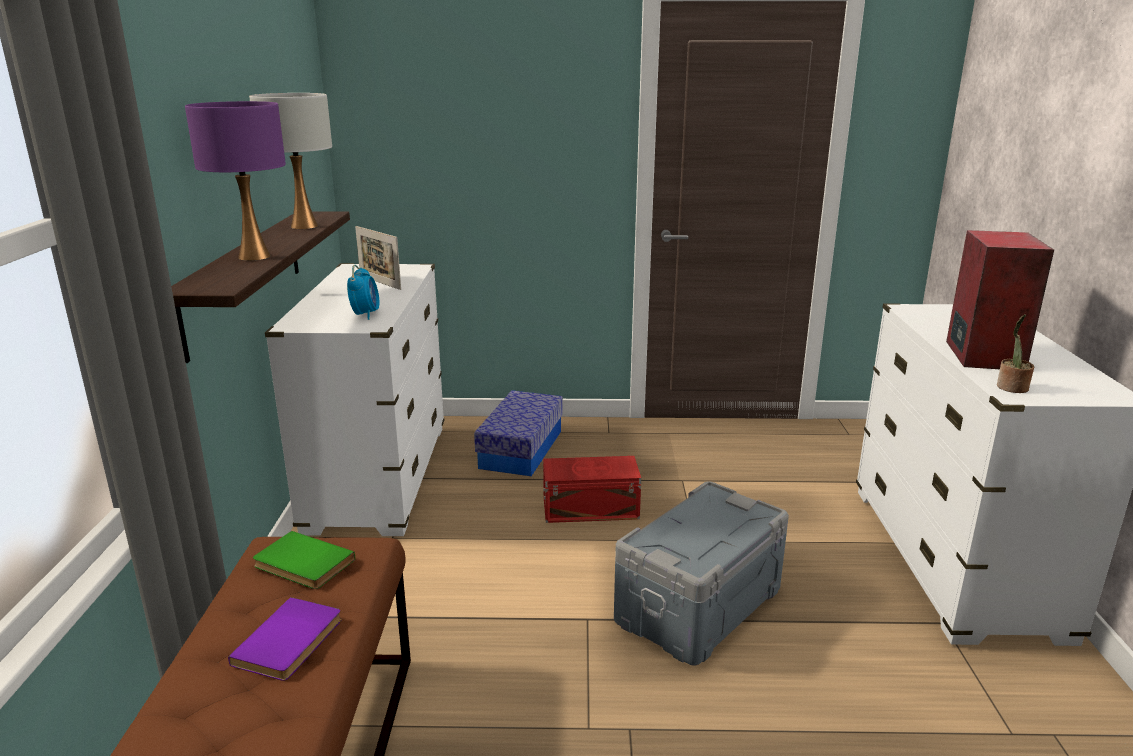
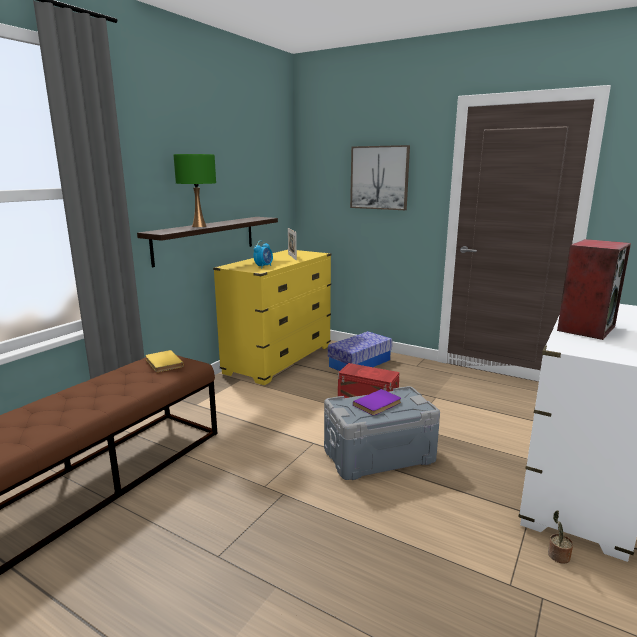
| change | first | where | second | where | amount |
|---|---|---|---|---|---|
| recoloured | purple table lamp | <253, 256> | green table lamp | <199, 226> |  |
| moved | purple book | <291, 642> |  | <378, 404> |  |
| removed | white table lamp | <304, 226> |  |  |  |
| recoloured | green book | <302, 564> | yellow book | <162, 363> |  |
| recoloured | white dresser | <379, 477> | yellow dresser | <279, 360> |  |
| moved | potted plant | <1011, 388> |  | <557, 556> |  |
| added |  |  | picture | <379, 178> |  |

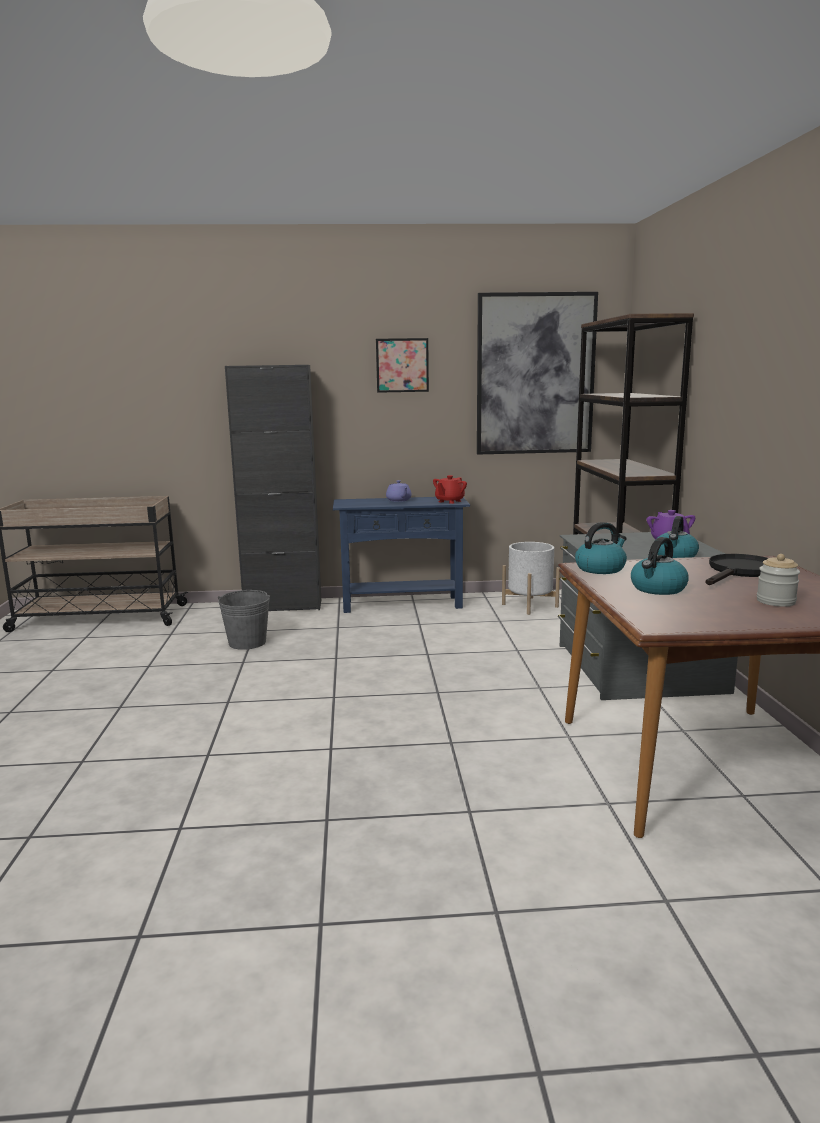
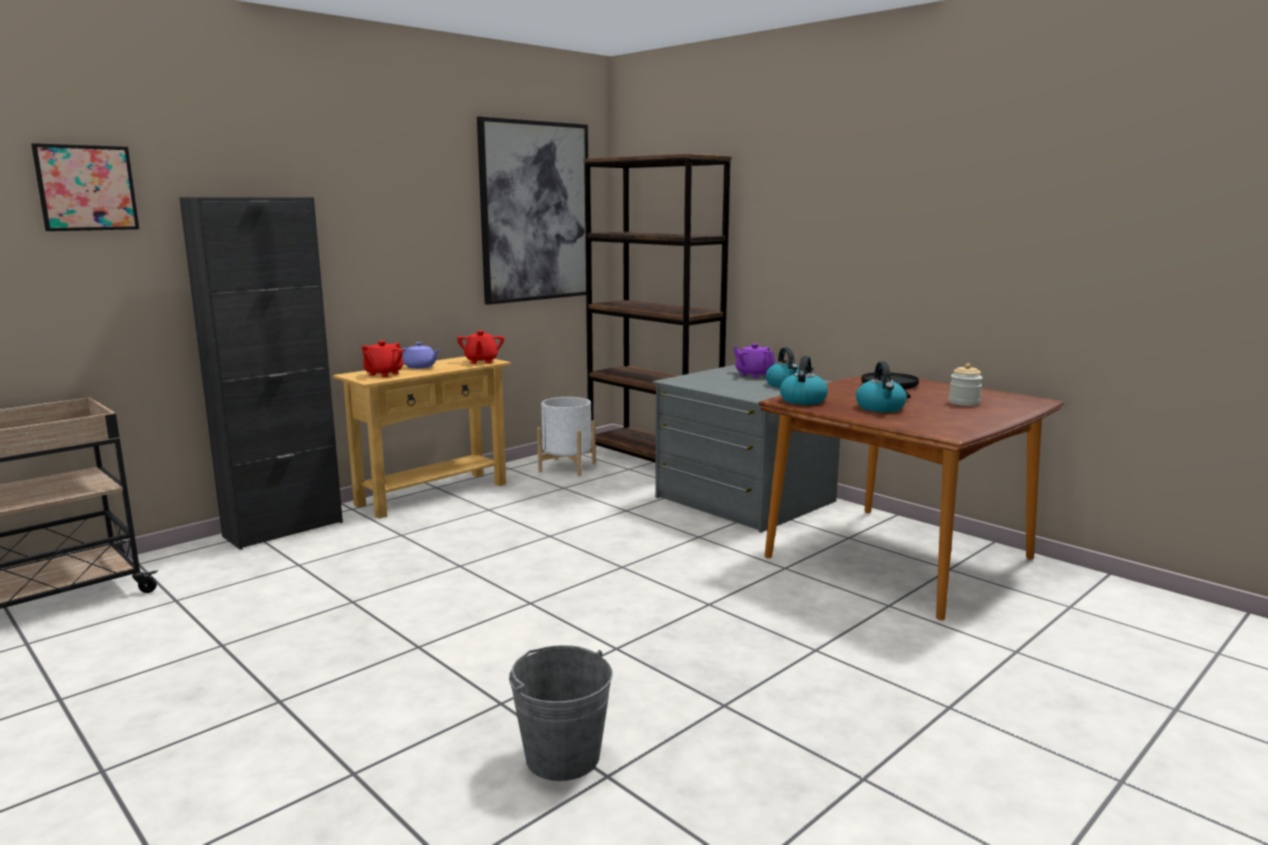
| change | first | where | second | where | amount |
|---|---|---|---|---|---|
| moved | grey bucket | <247, 642> |  | <562, 757> |  |
| recoloured | blue console table | <402, 604> | beige console table | <432, 494> |  |
| moved | picture | <402, 365> |  | <87, 188> |  |
| added |  |  | red teapot | <383, 374> |  |

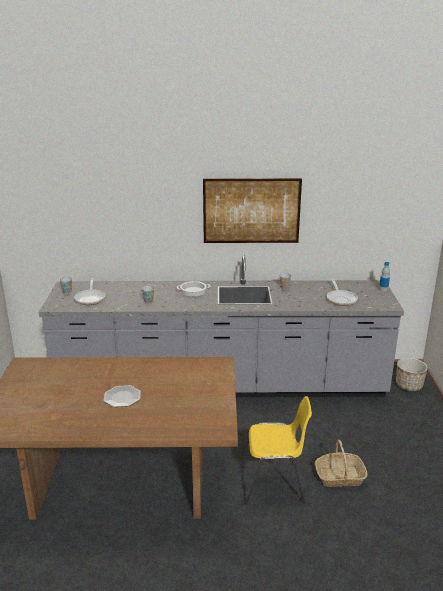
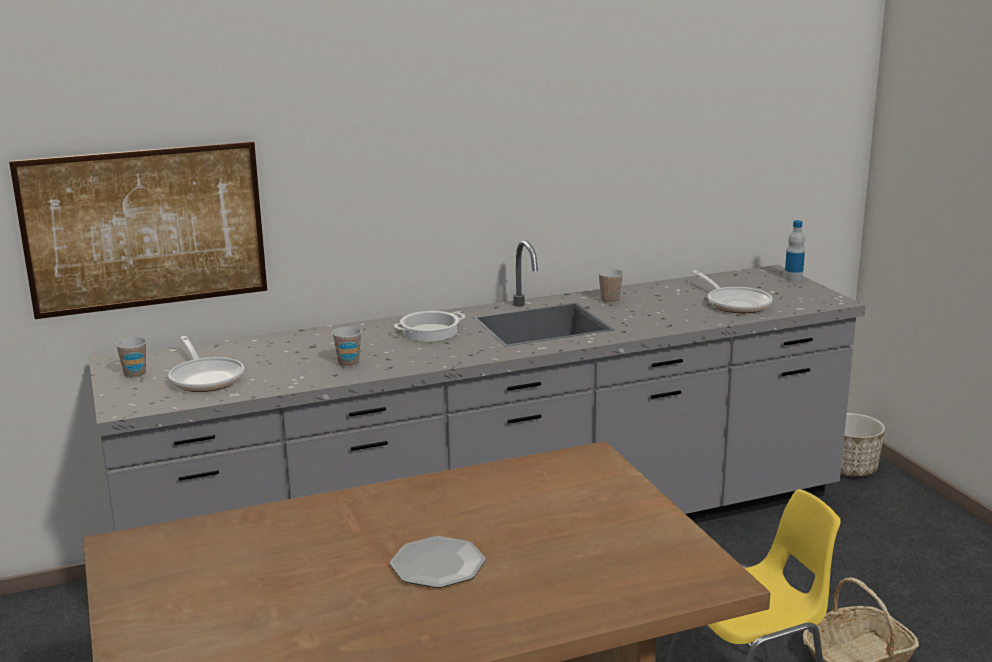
| change | first | where | second | where | amount |
|---|---|---|---|---|---|
| moved | picture | <251, 211> |  | <145, 228> |  |

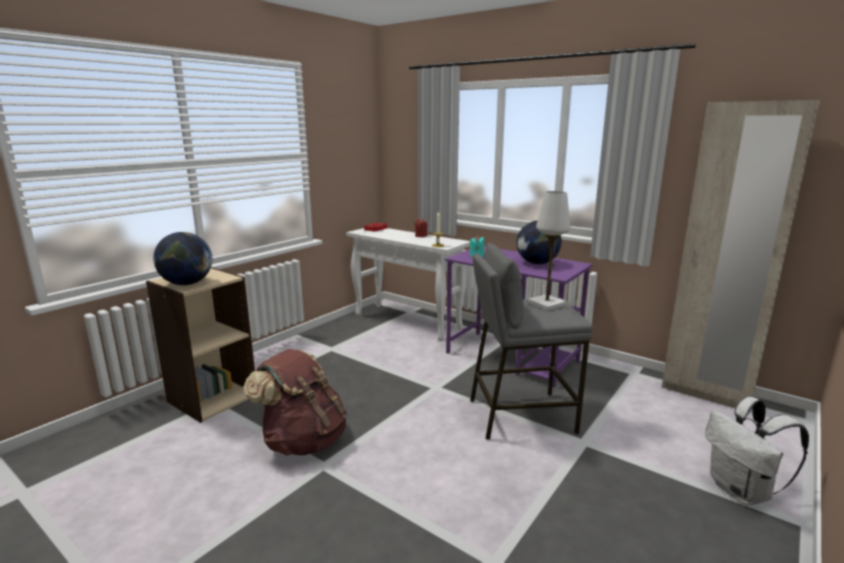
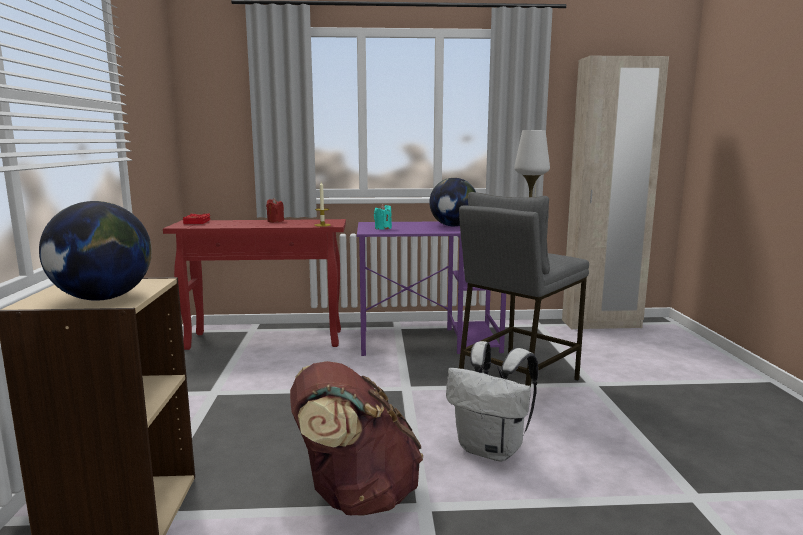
| change | first | where | second | where | amount |
|---|---|---|---|---|---|
| recoloured | white console table | <408, 322> | red console table | <267, 340> |  |
| moved | white backpack | <742, 491> |  | <492, 449> |  |

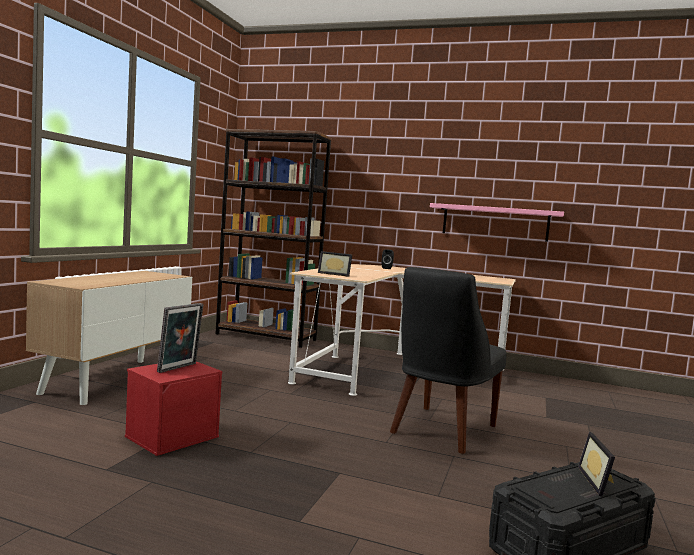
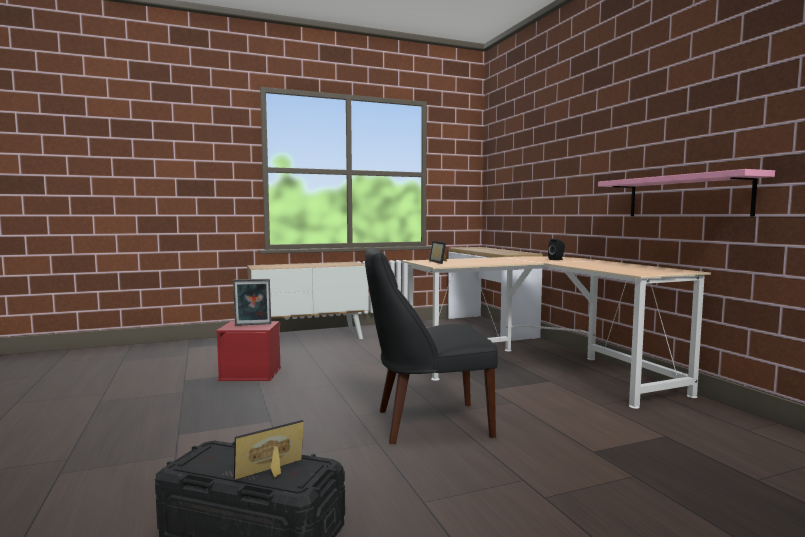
| change | first | where | second | where | amount |
|---|---|---|---|---|---|
| replaced | brown bookcase | <266, 337> | console table | <489, 327> |  |

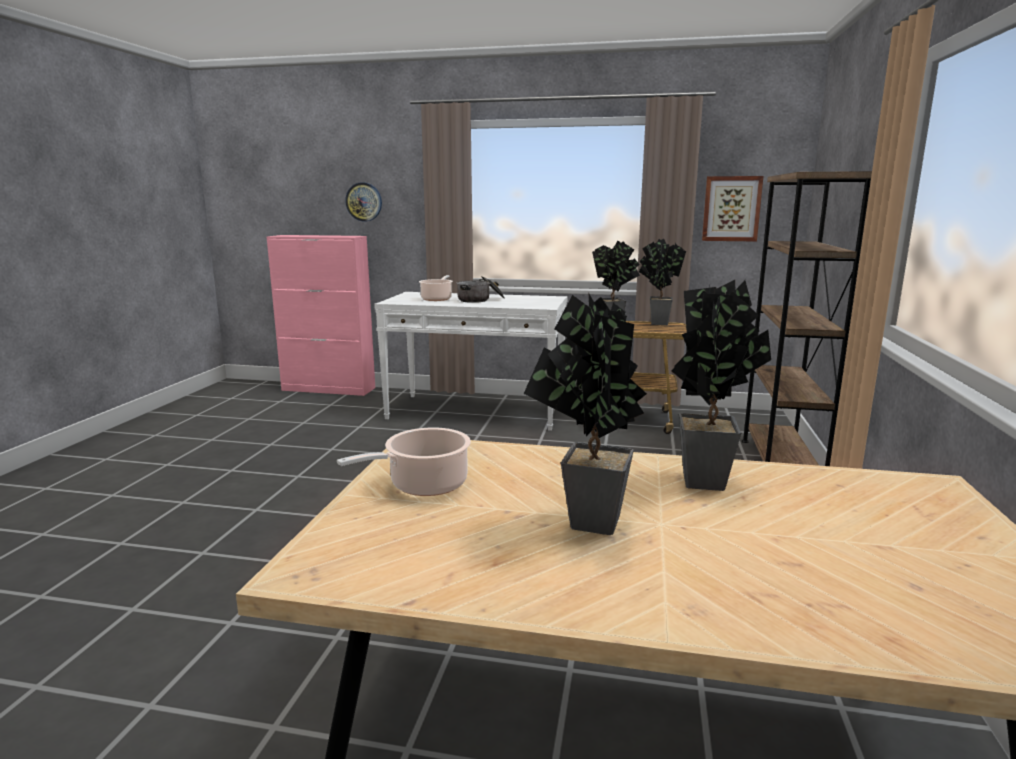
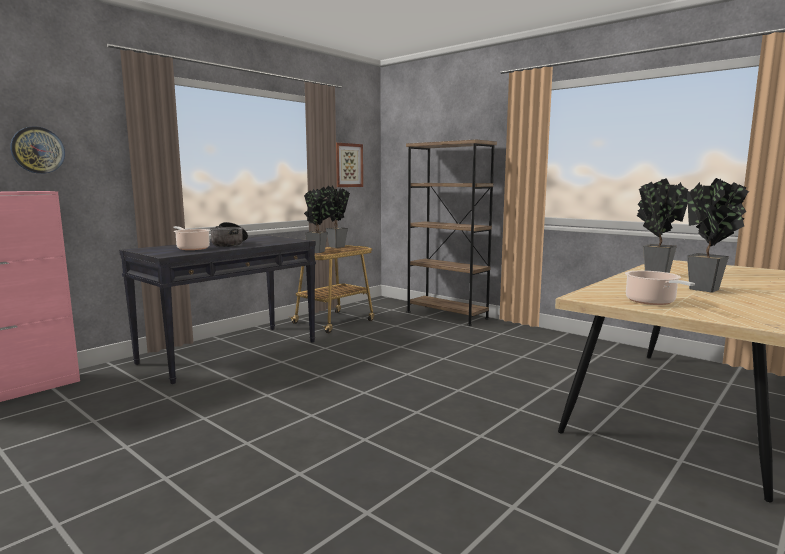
| change | first | where | second | where | amount |
|---|---|---|---|---|---|
| recoloured | white console table | <476, 412> | black console table | <230, 352> |  |

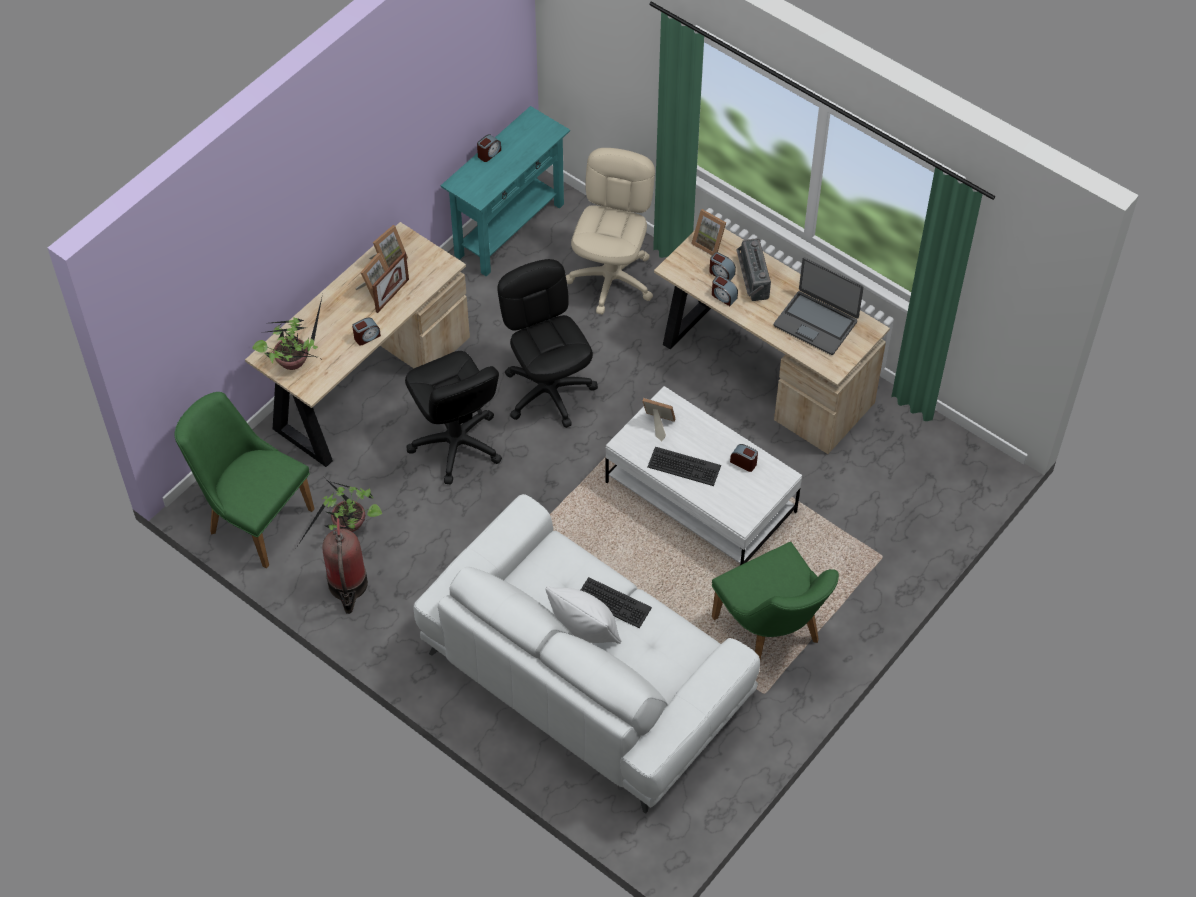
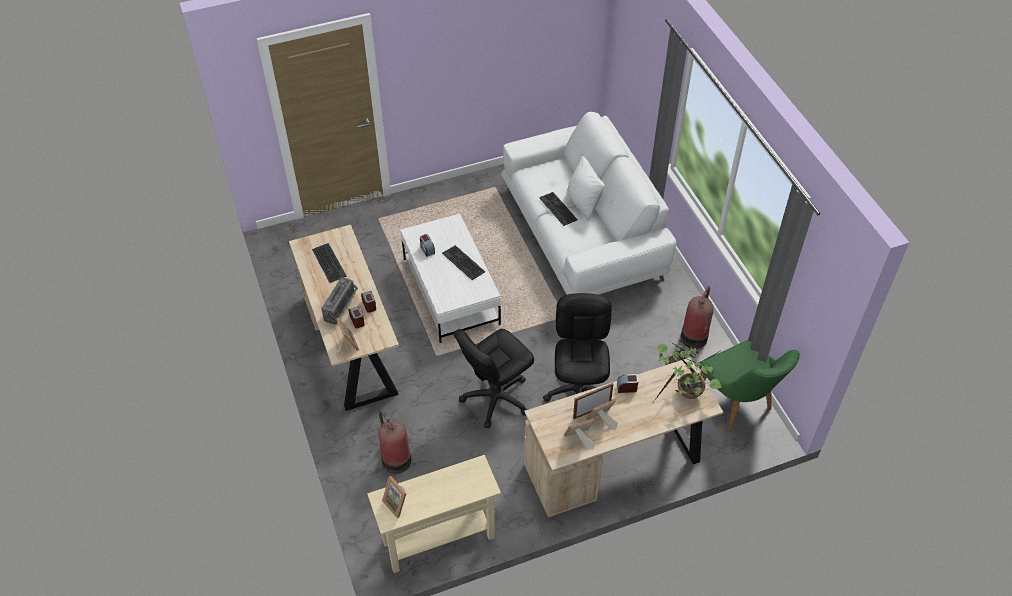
| change | first | where | second | where | amount |
|---|---|---|---|---|---|
| recoloured | turquoise console table | <509, 230> | beige console table | <439, 539> |  |
| removed | alarm clock | <489, 153> |  |  |  |
| turned | black office chair | <548, 391> |  | <495, 398> | 45 degrees clockwise |
| replaced | beige office chair | <612, 279> | fire extinguisher | <395, 459> |  |
| moved | picture frame | <657, 425> |  | <398, 503> |  |
| removed | green chair | <772, 636> |  |  |  |
| replaced | laptop | <816, 323> | keyboard | <328, 263> |  |

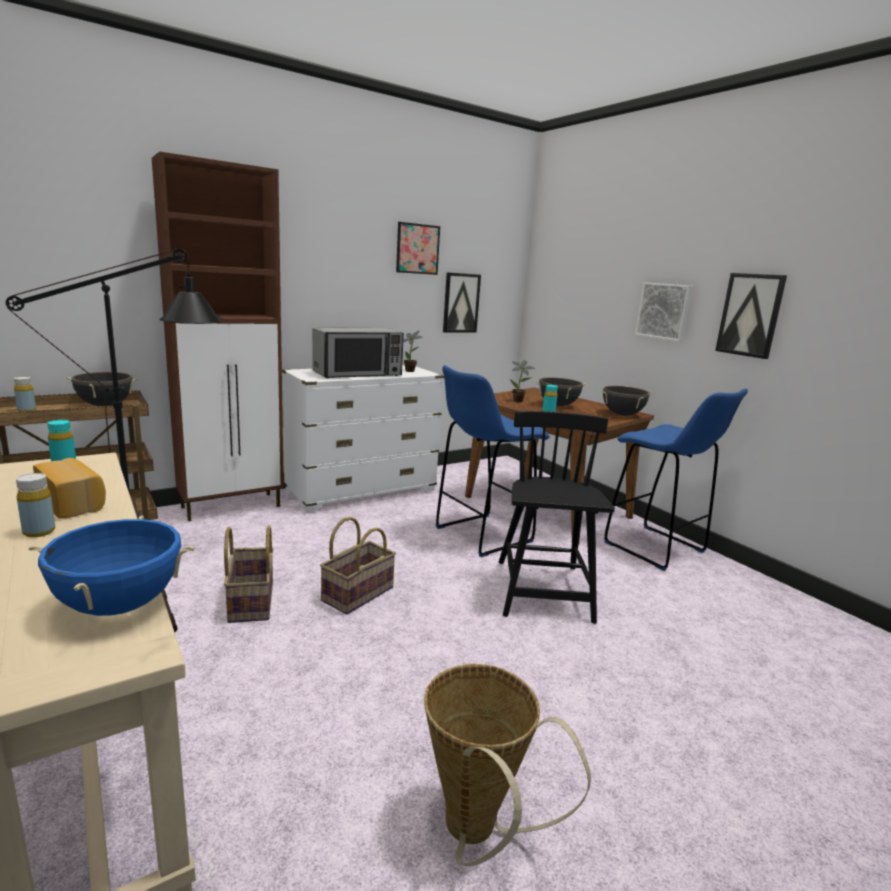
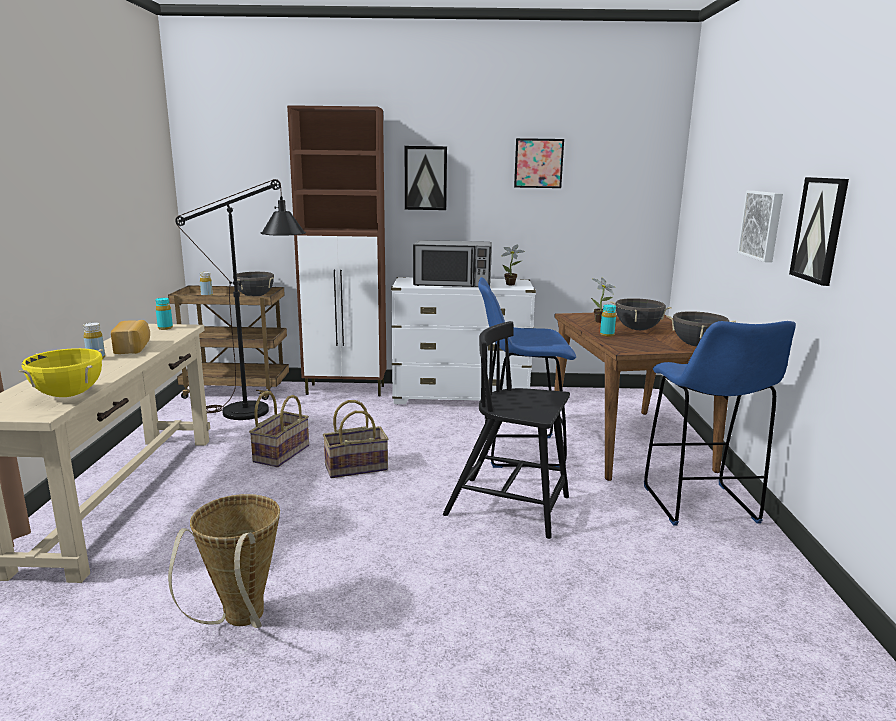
| change | first | where | second | where | amount |
|---|---|---|---|---|---|
| recoloured | blue cooking pot | <119, 606> | yellow cooking pot | <68, 395> |  |
| moved | picture | <461, 303> |  | <425, 178> |  |
| turned | black chair | <543, 592> |  | <510, 507> | 105 degrees counterclockwise |

